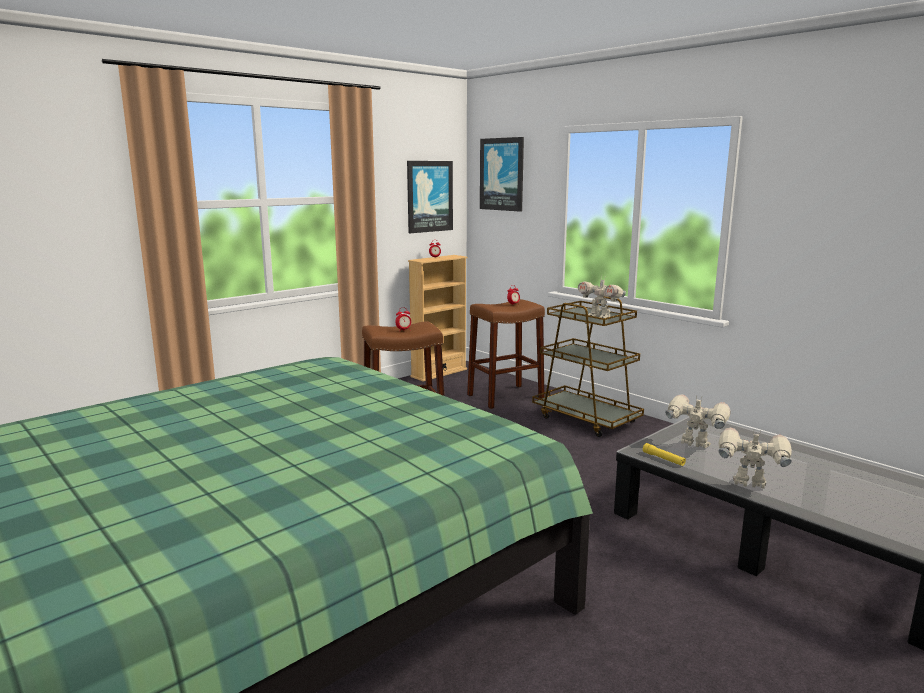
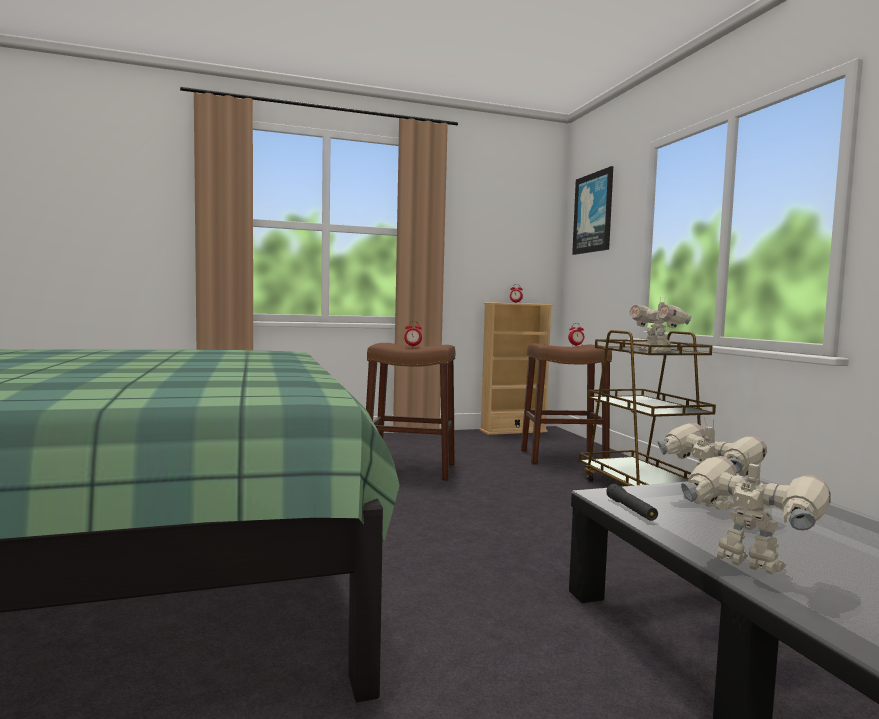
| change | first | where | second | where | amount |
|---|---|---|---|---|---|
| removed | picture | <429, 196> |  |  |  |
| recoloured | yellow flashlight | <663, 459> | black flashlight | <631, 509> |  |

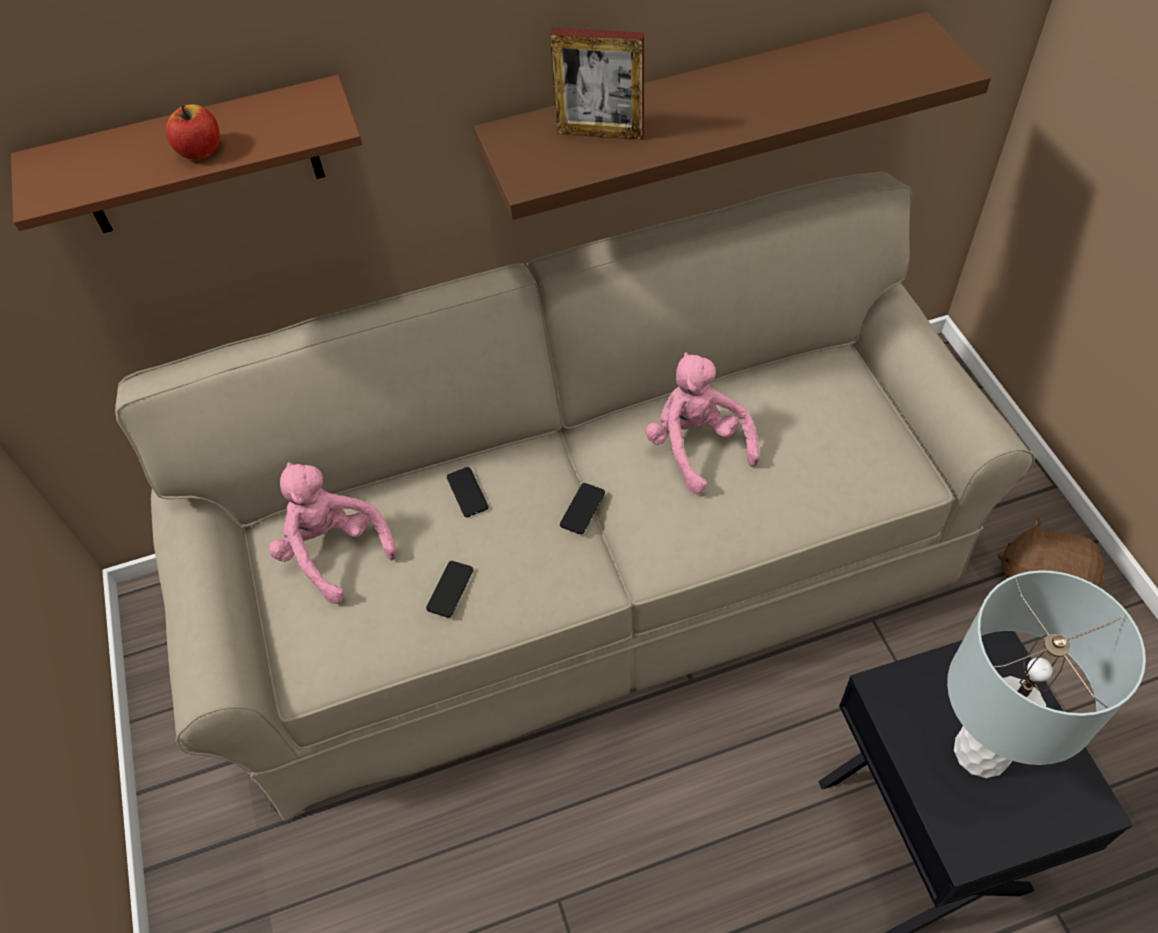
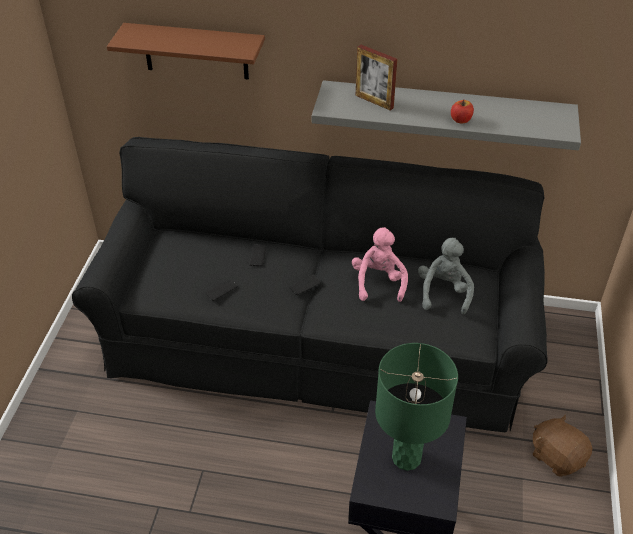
| change | first | where | second | where | amount |
|---|---|---|---|---|---|
| recoloured | beige sofa | <589, 571> | black sofa | <317, 340> |  |
| moved | apple | <201, 151> |  | <461, 120> |  |
| removed | pink plush toy | <333, 551> |  |  |  |
| recoloured | brown shelf | <705, 108> | grey shelf | <445, 113> |  |
| recoloured | grey table lamp | <980, 751> | green table lamp | <406, 457> |  |
| added |  |  | grey plush toy | <443, 292> |  |

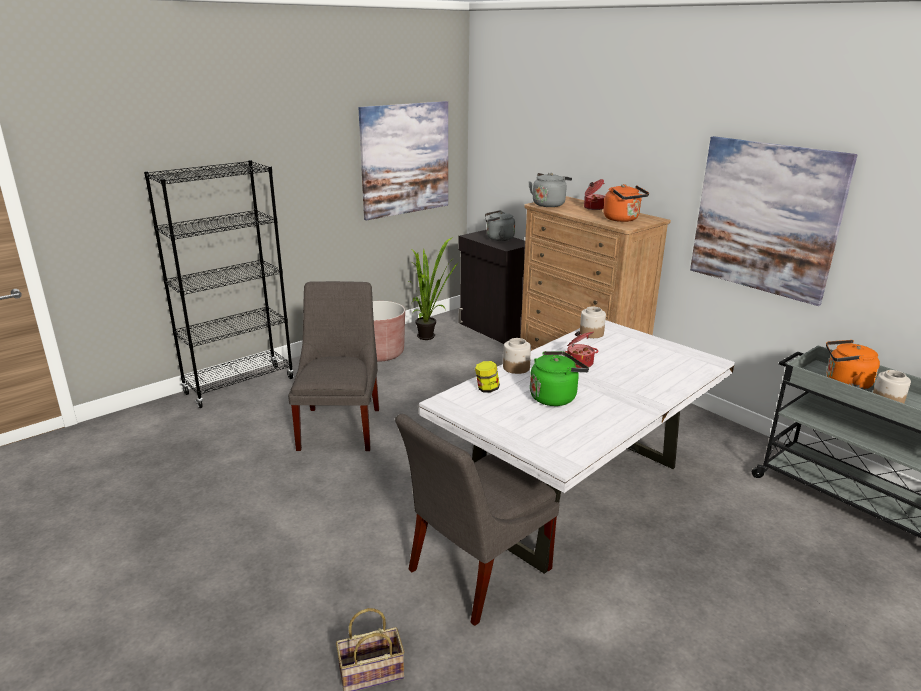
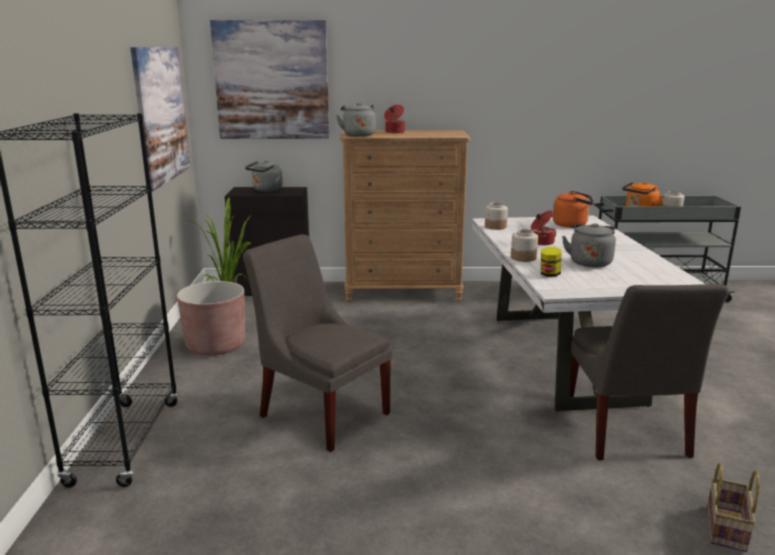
| change | first | where | second | where | amount |
|---|---|---|---|---|---|
| recoloured | green kettle | <555, 397> | grey kettle | <589, 262> |  |
| moved | orange kettle | <623, 219> |  | <572, 225> |  |
| moved | picture | <765, 218> |  | <272, 80> |  |

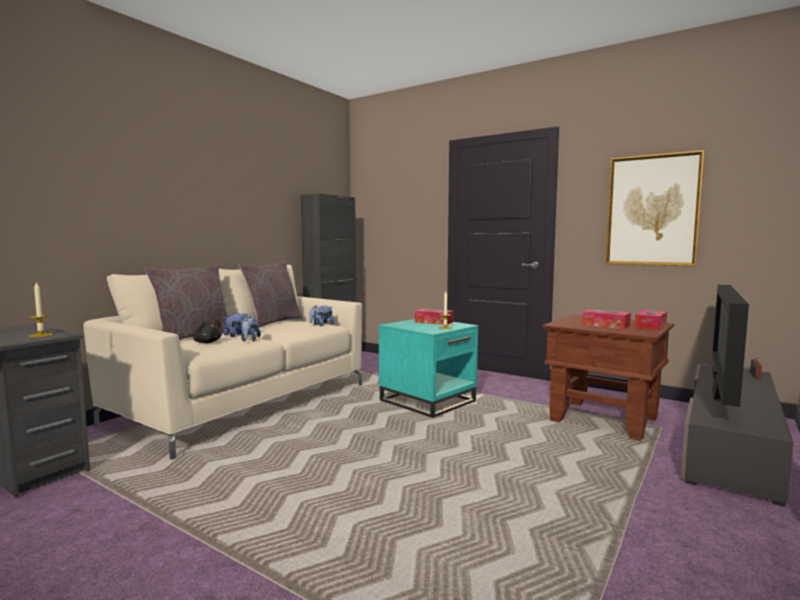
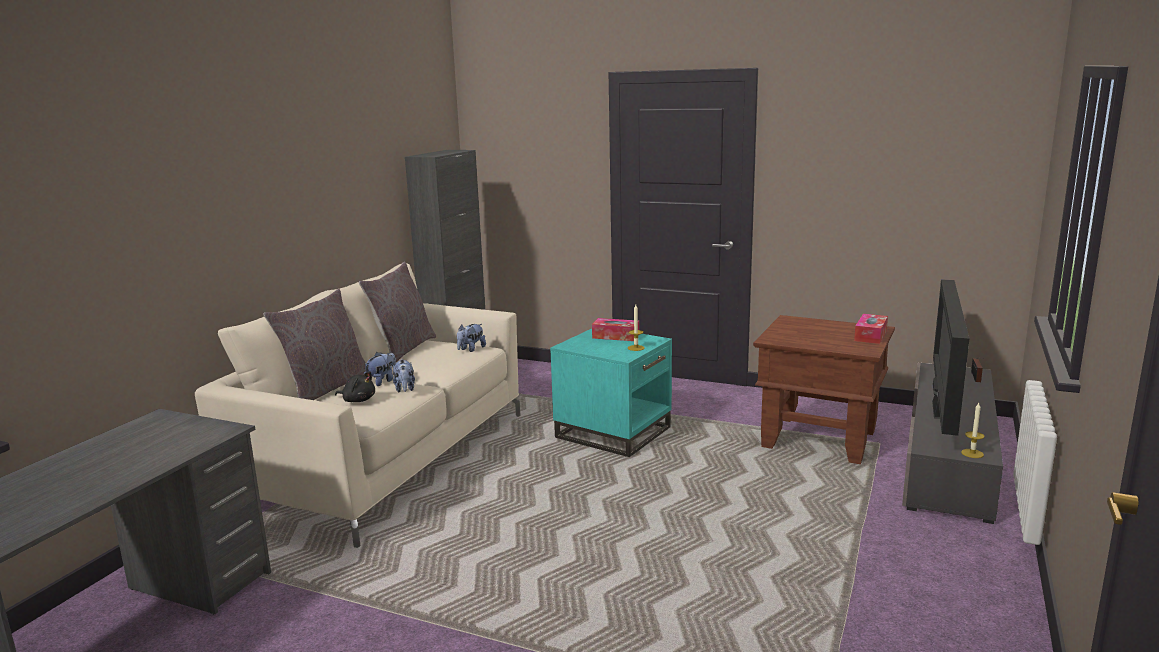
| change | first | where | second | where | amount |
|---|---|---|---|---|---|
| moved | candle | <41, 335> |  | <972, 453> |  |
| removed | tissue box | <605, 325> |  |  |  |
| removed | picture | <652, 210> |  |  |  |

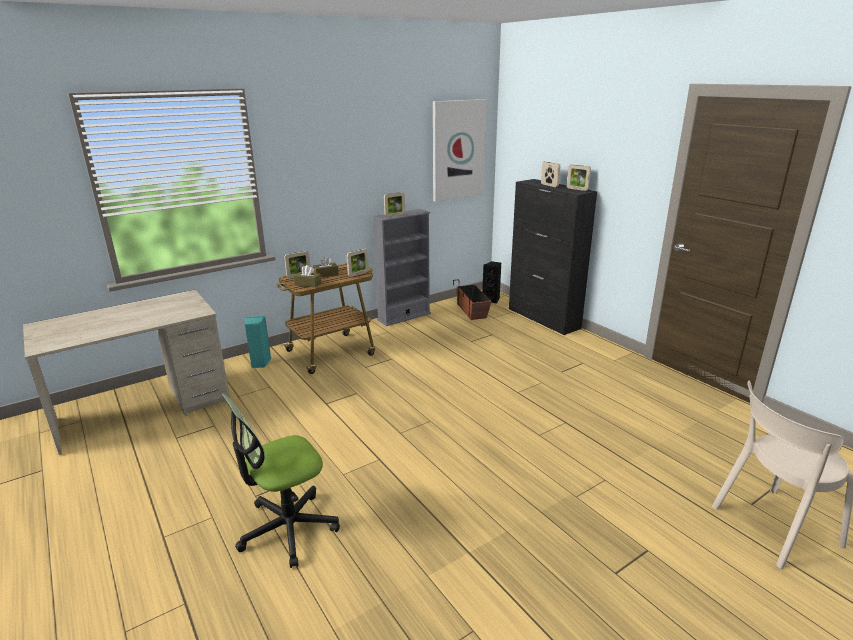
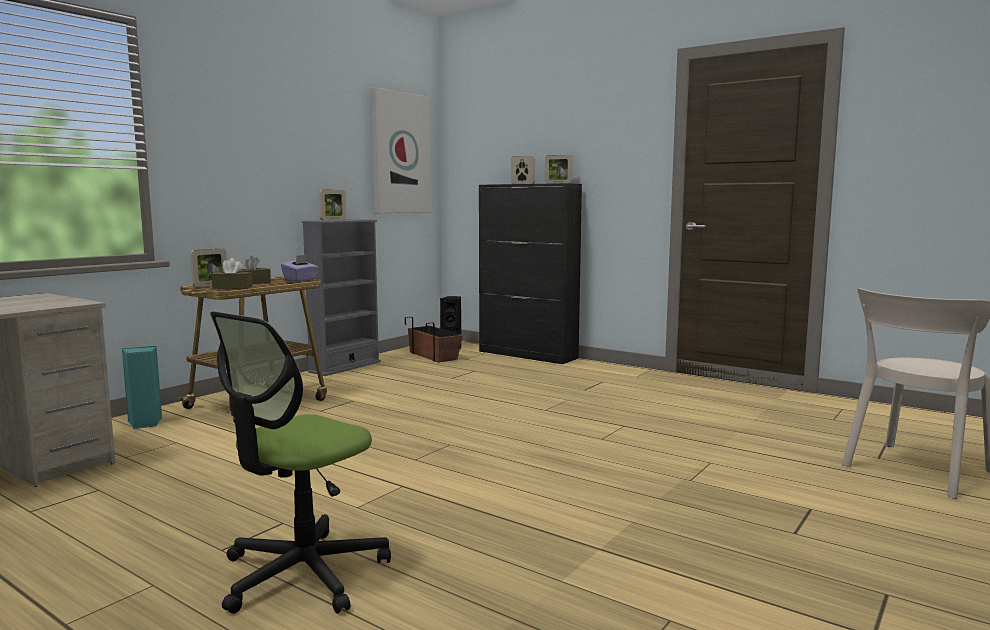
| change | first | where | second | where | amount |
|---|---|---|---|---|---|
| replaced | picture frame | <358, 274> | purple tissue box | <300, 280> |  |

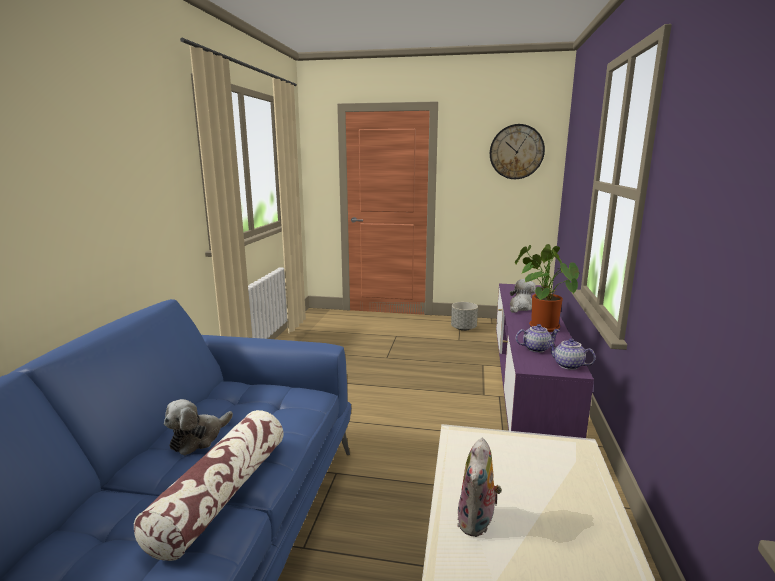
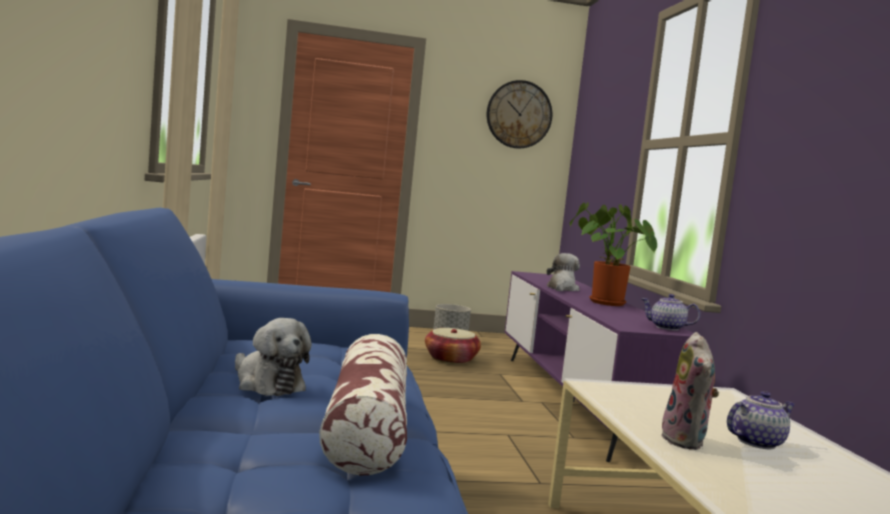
| change | first | where | second | where | amount |
|---|---|---|---|---|---|
| turned | plush toy | <198, 438> |  | <267, 383> | 60 degrees counterclockwise |
| moved | teapot | <536, 348> |  | <756, 442> |  |
| added |  |  | basket | <451, 359> |  |

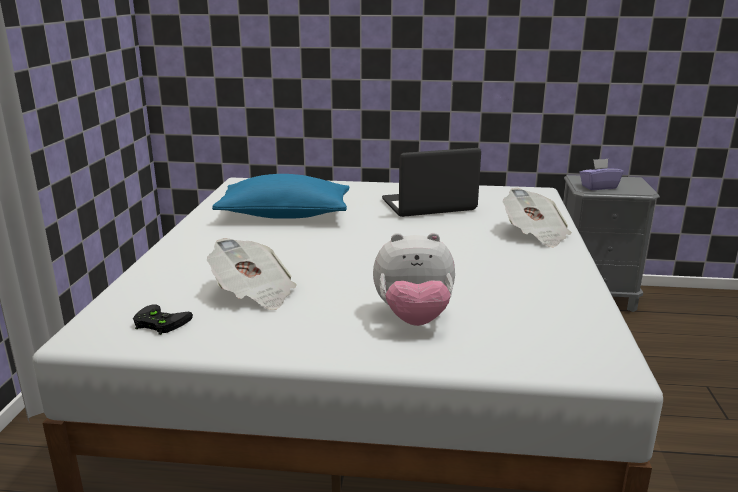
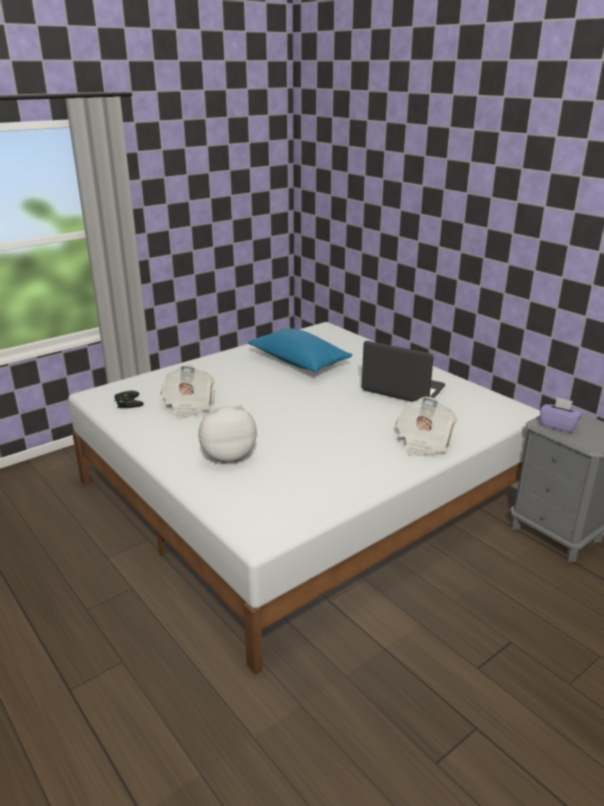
| change | first | where | second | where | amount |
|---|---|---|---|---|---|
| turned | plush toy | <413, 318> |  | <227, 456> | 120 degrees clockwise |

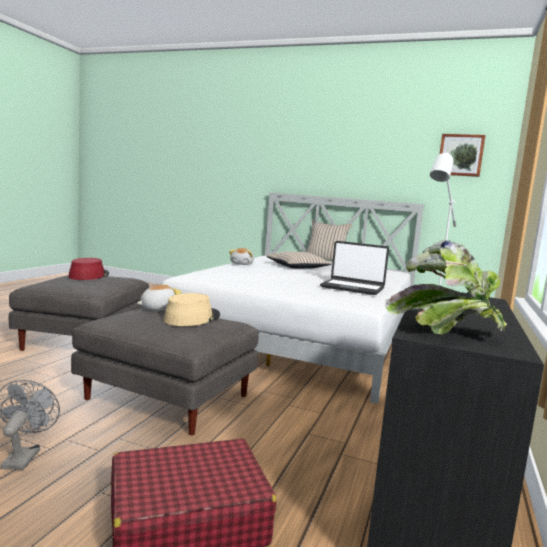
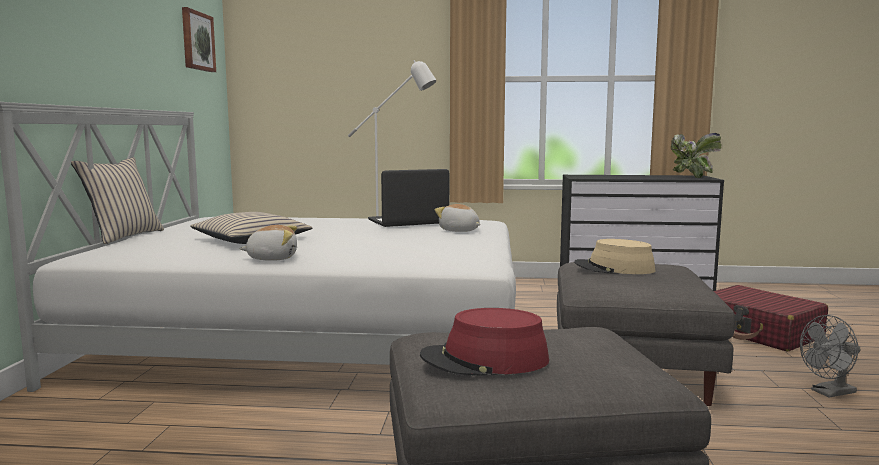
| change | first | where | second | where | amount |
|---|---|---|---|---|---|
| moved | plush toy | <158, 309> |  | <459, 231> |  |
| turned | laptop | <352, 288> |  | <408, 222> | 120 degrees counterclockwise |

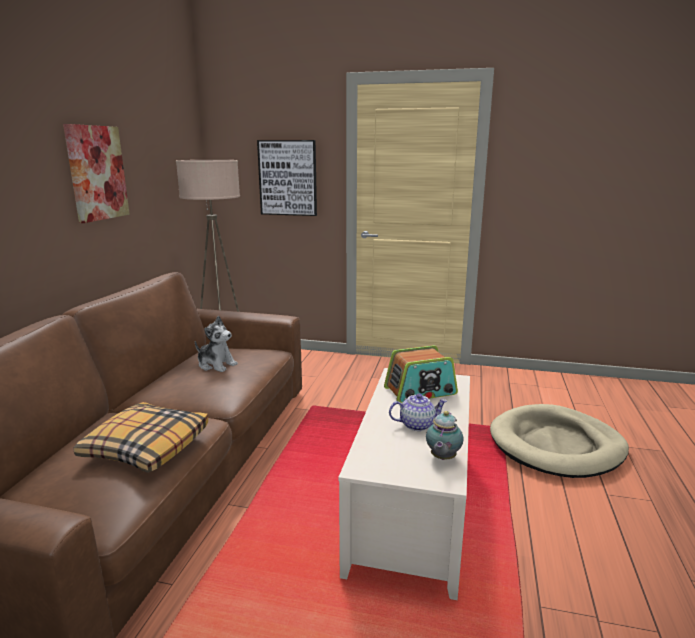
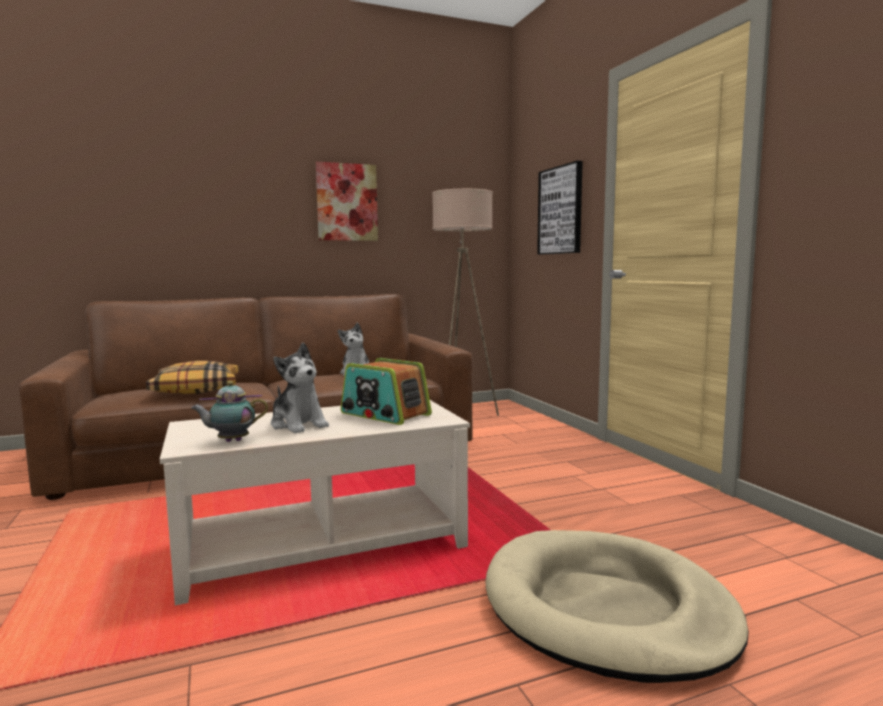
| change | first | where | second | where | amount |
|---|---|---|---|---|---|
| replaced | teapot | <417, 424> | plush toy | <298, 424> |  |

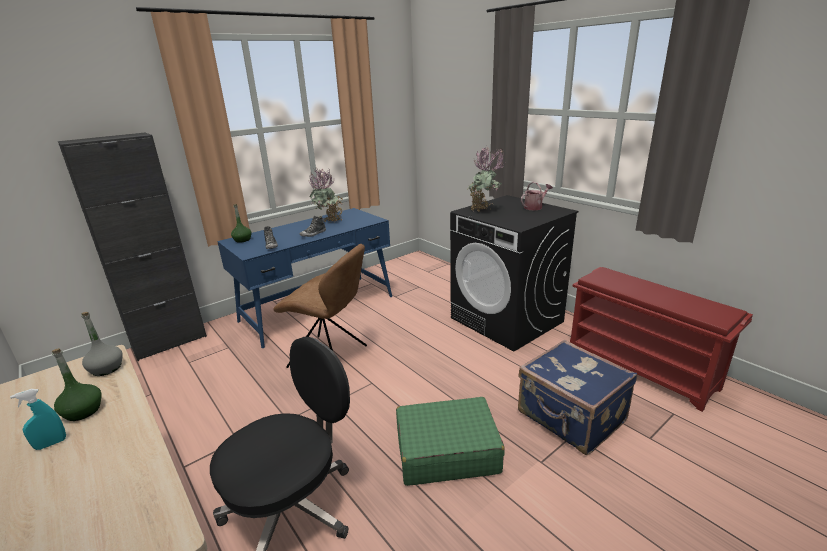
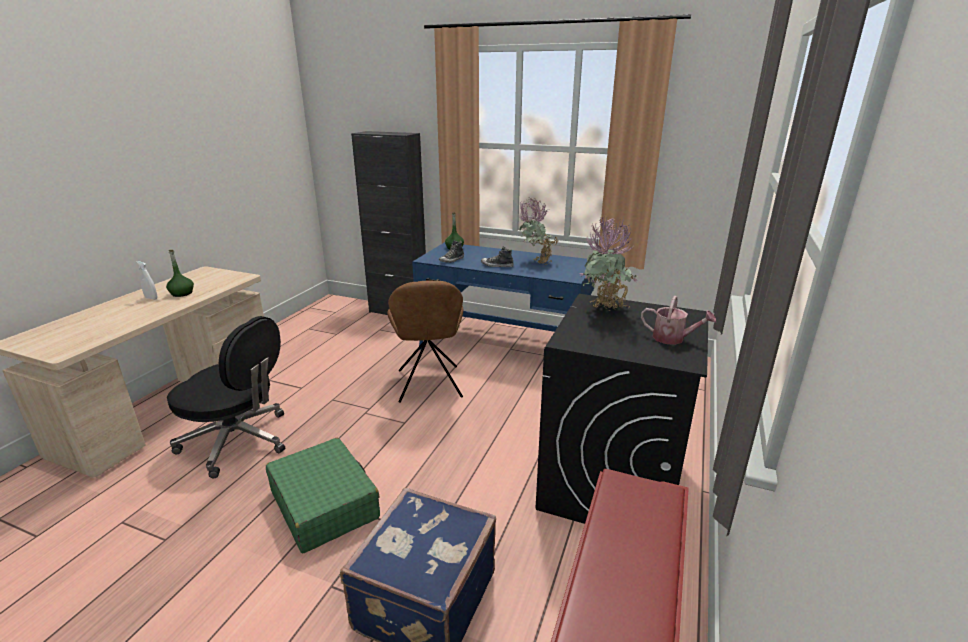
| change | first | where | second | where | amount |
|---|---|---|---|---|---|
| recoloured | turquoise spray bottle | <51, 444> | white spray bottle | <151, 298> |  |
| removed | grey bottle | <106, 368> |  |  |  |

